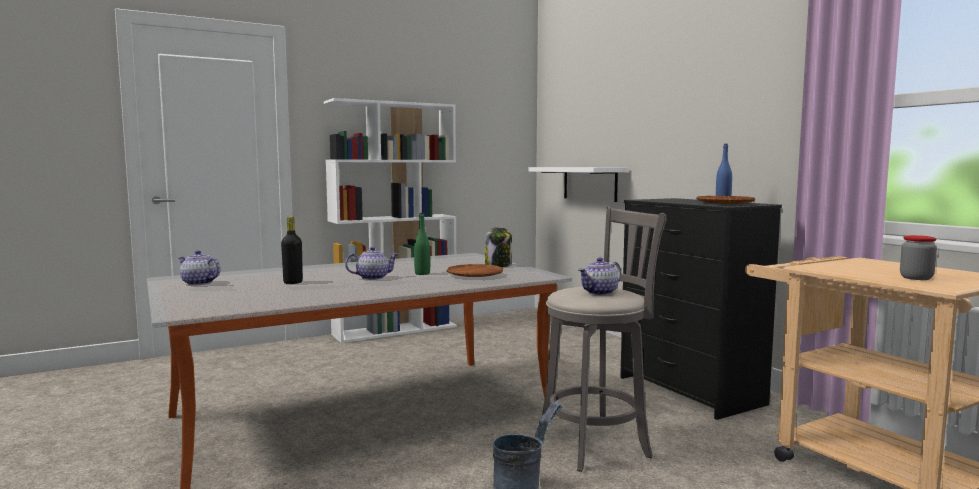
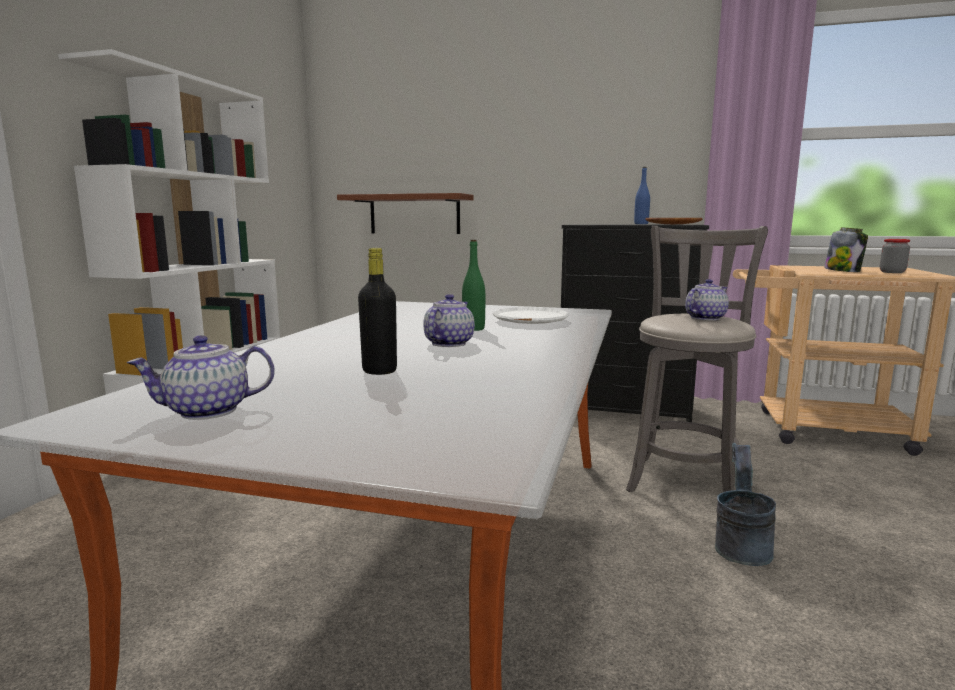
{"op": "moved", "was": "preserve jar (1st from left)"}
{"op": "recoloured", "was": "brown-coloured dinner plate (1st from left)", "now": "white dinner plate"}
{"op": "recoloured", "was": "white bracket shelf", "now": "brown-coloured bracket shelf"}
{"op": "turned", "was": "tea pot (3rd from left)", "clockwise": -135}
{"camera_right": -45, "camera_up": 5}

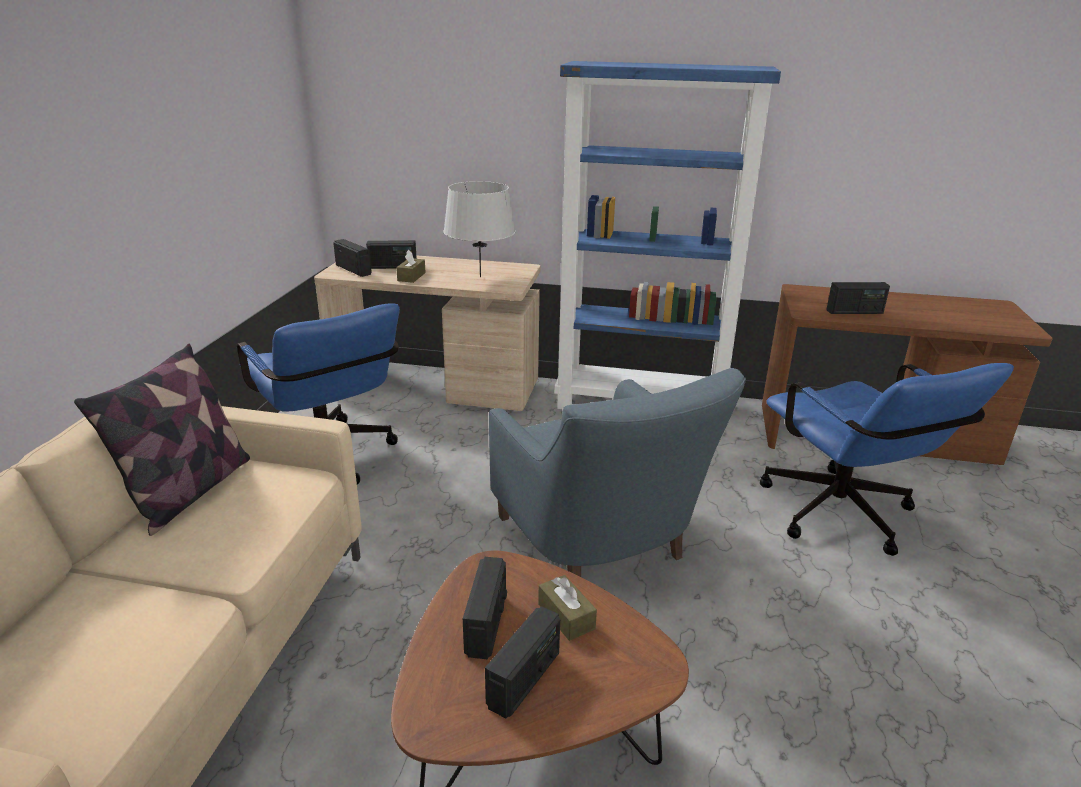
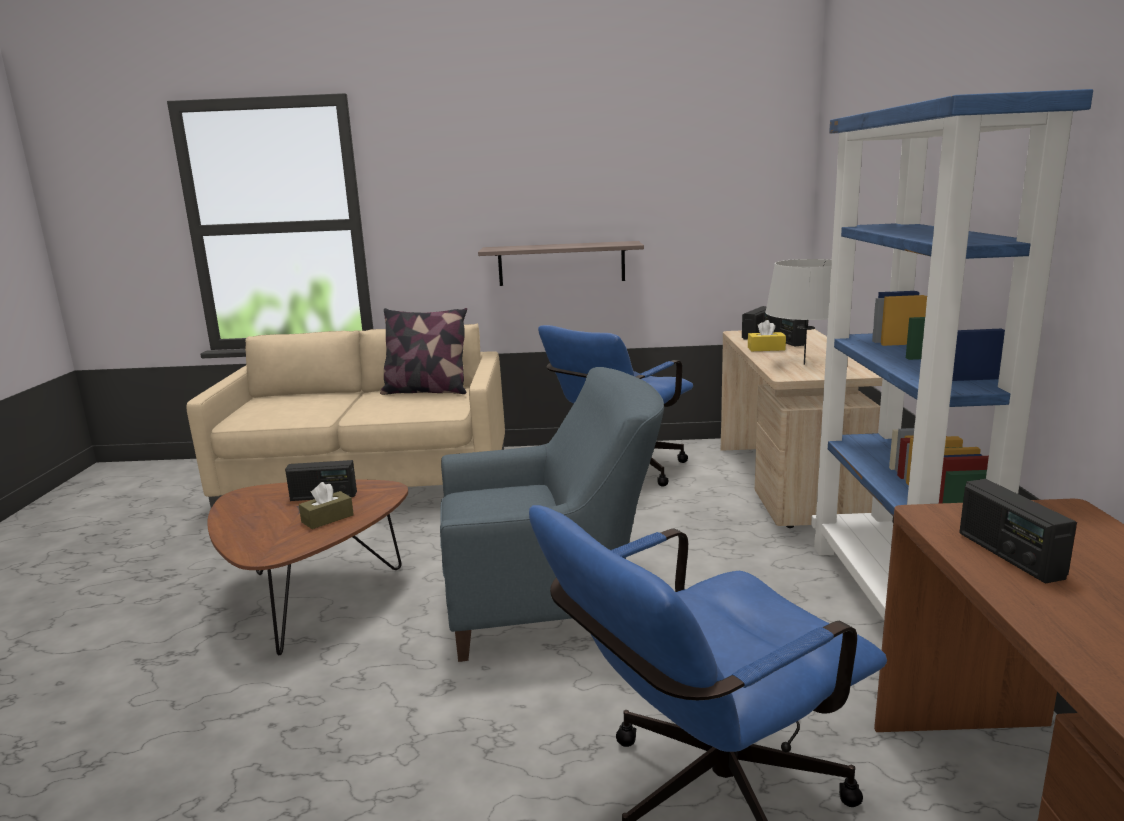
{"op": "removed", "was": "radio receiver (4th from left)"}
{"op": "added", "now": "bracket shelf"}
{"op": "recoloured", "was": "brown-coloured tissue box (1st from left)", "now": "yellowish tissue box"}
{"op": "turned", "was": "bluish lounge chair", "clockwise": -150}
{"camera_right": 80, "camera_up": -10}

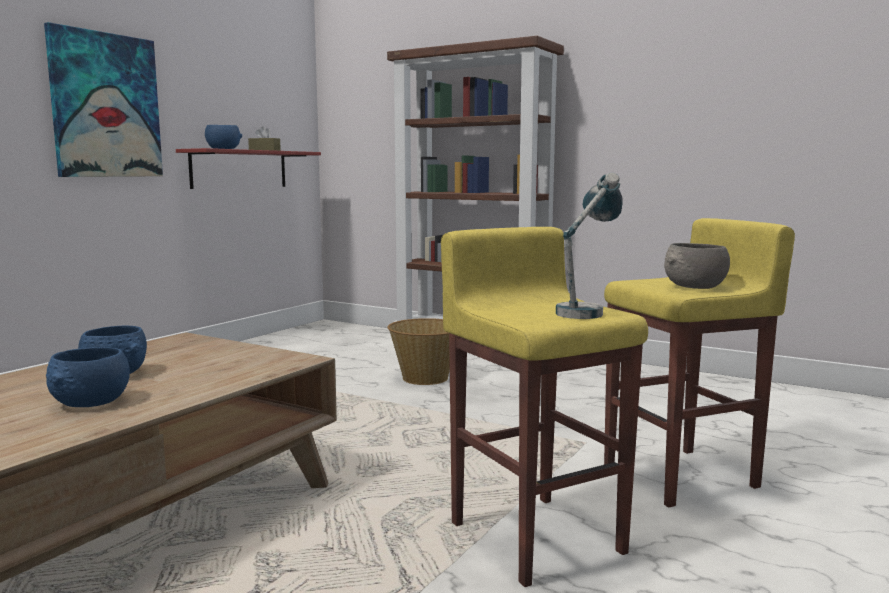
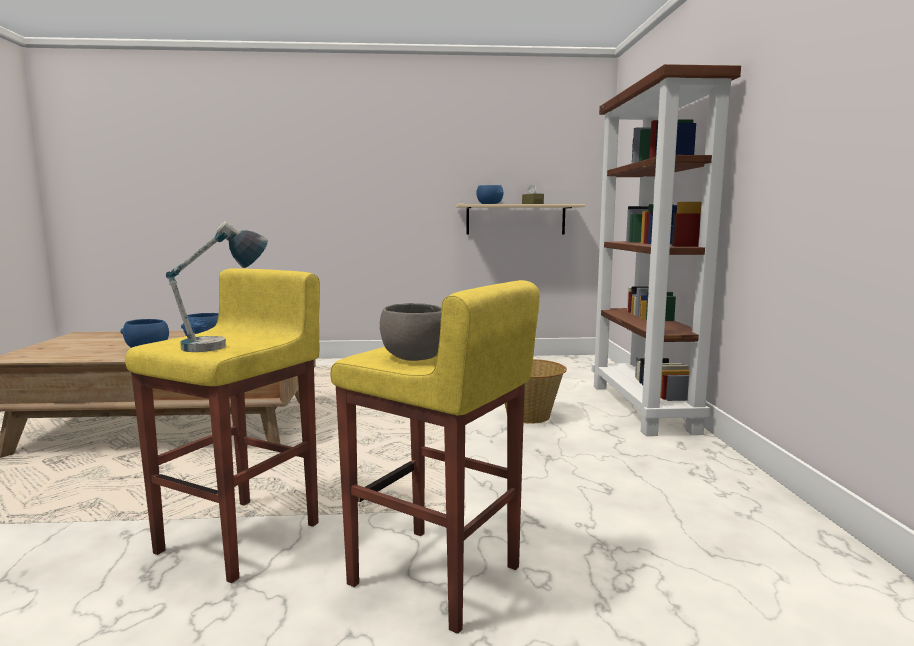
{"op": "removed", "was": "picture"}
{"op": "recoloured", "was": "reddish bracket shelf", "now": "sand-coloured bracket shelf"}
{"camera_right": 55, "camera_up": 0}

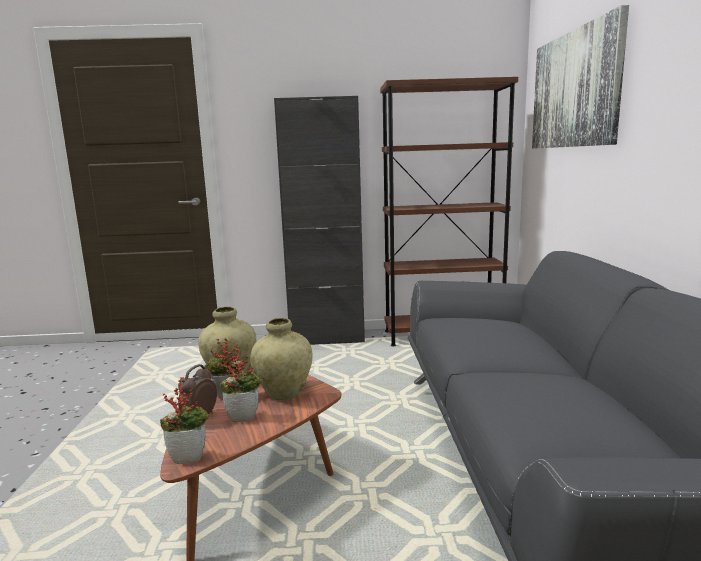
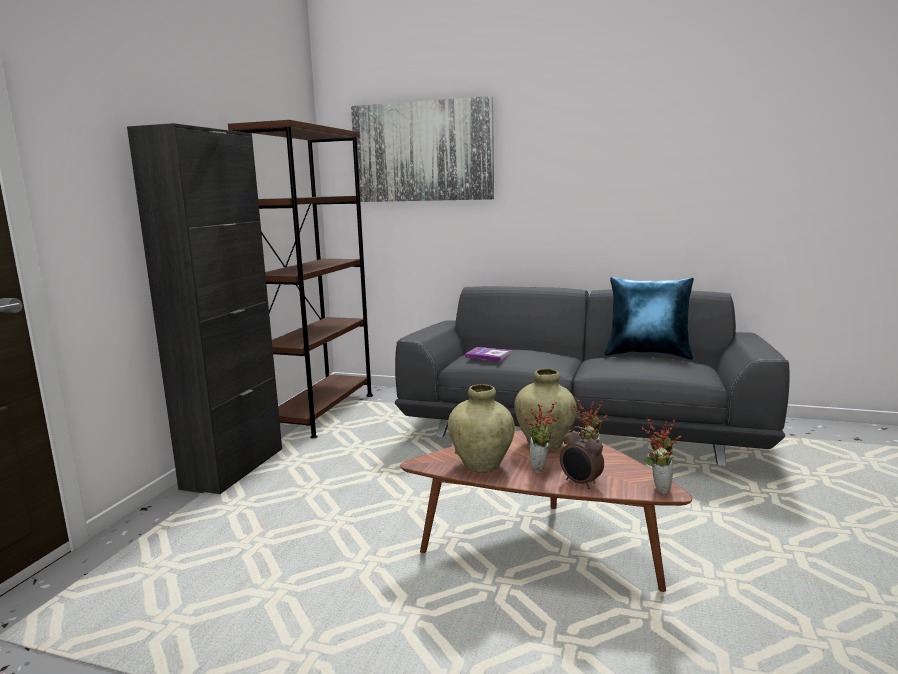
{"op": "added", "now": "bound book"}
{"op": "added", "now": "bluish throw pillow"}
{"camera_right": -70, "camera_up": 0}

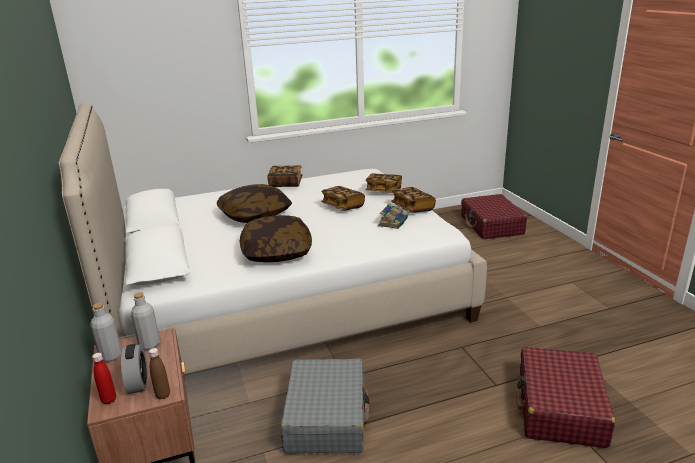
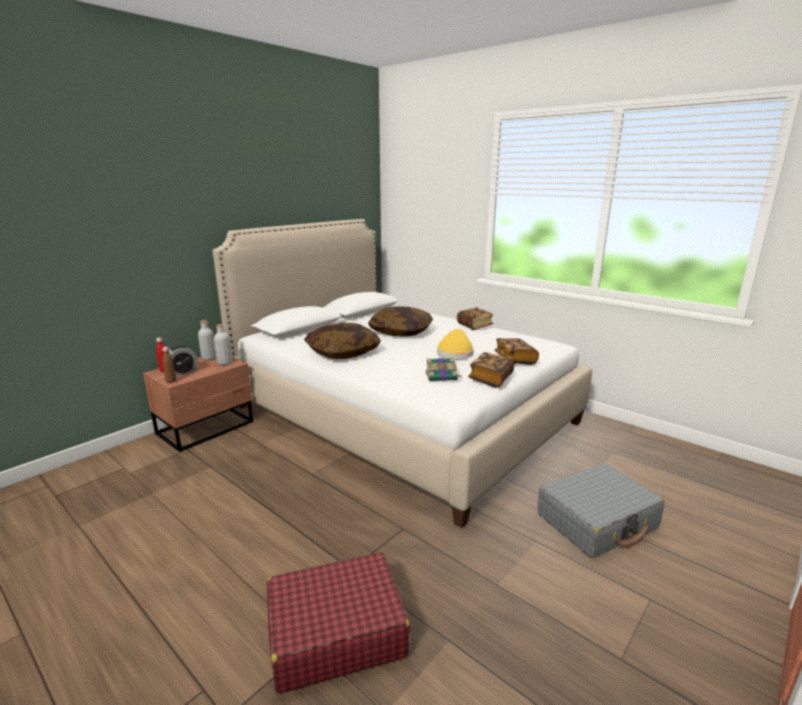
{"op": "removed", "was": "reddish travel case (1st from left)"}
{"op": "moved", "was": "gray travel case"}
{"op": "replaced", "was": "bound book (2nd from left)", "now": "yellowish clothing hat"}
{"camera_right": 60, "camera_up": -5}

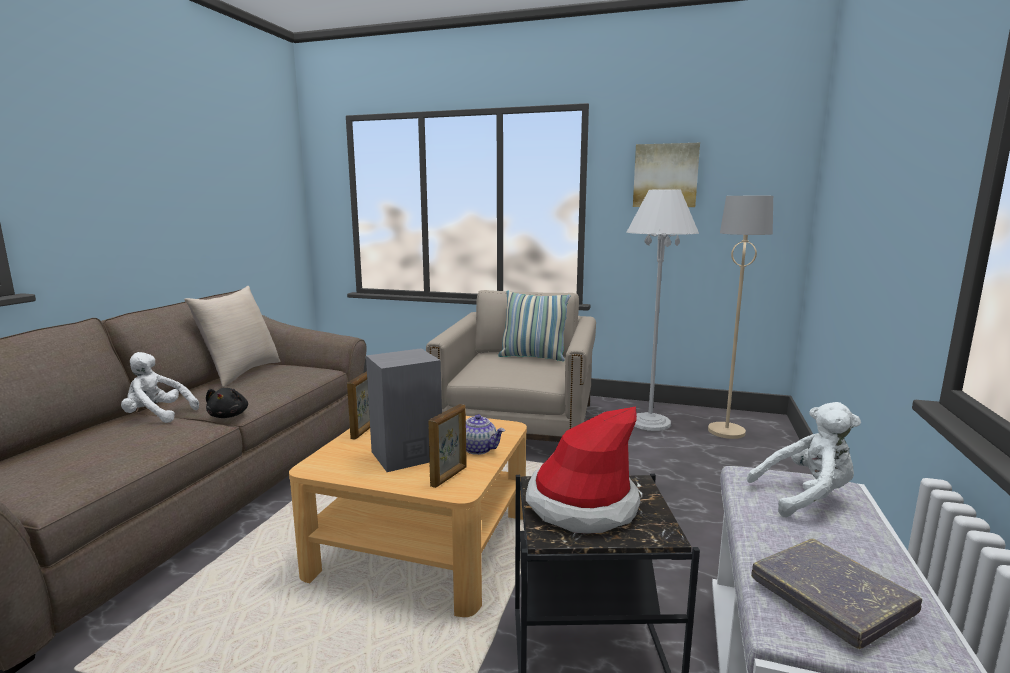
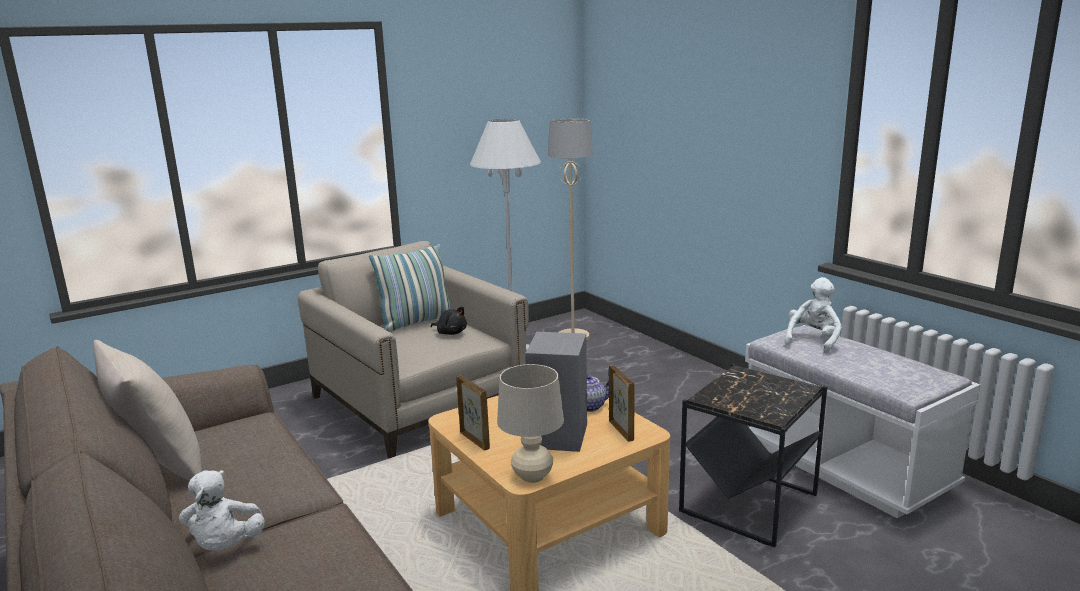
{"op": "removed", "was": "clothing hat"}
{"op": "removed", "was": "picture"}
{"op": "removed", "was": "gray bound book"}
{"op": "added", "now": "sand-coloured table lamp"}
{"op": "moved", "was": "black plush toy"}
{"op": "turned", "was": "white plush toy (1st from left)", "clockwise": -60}
{"camera_right": -50, "camera_up": 5}

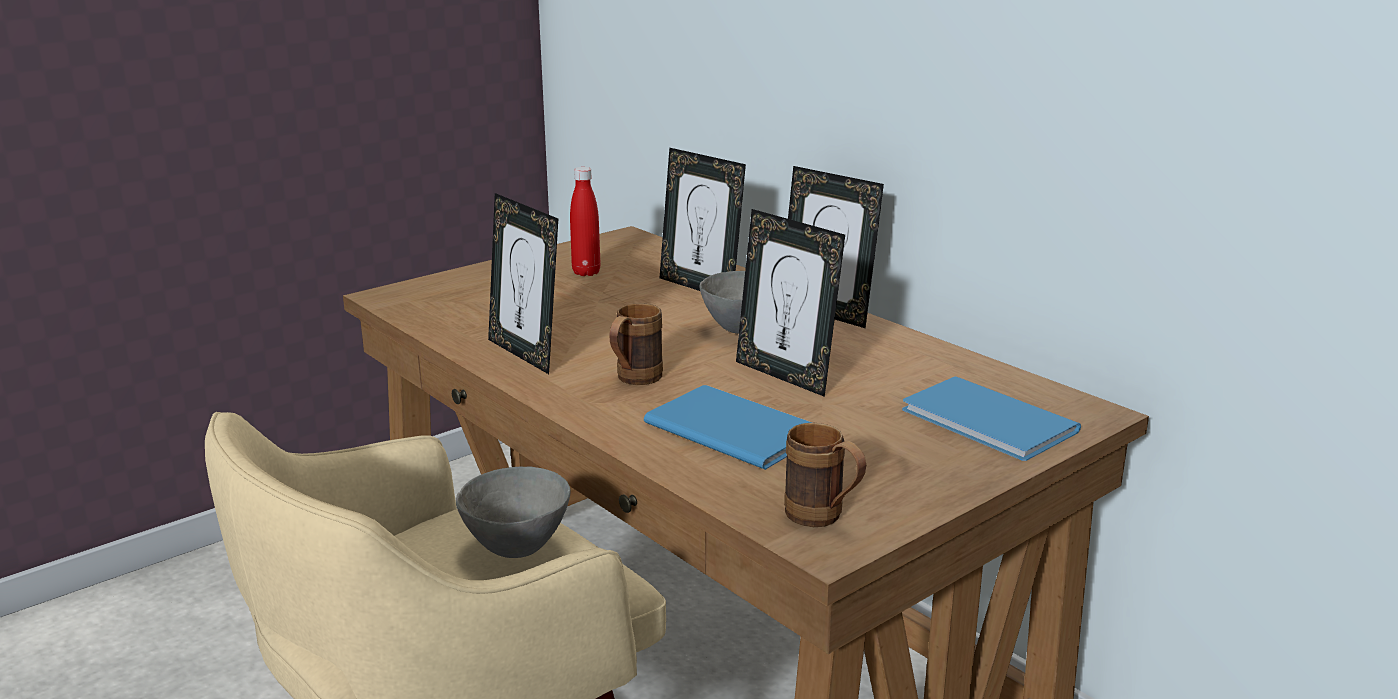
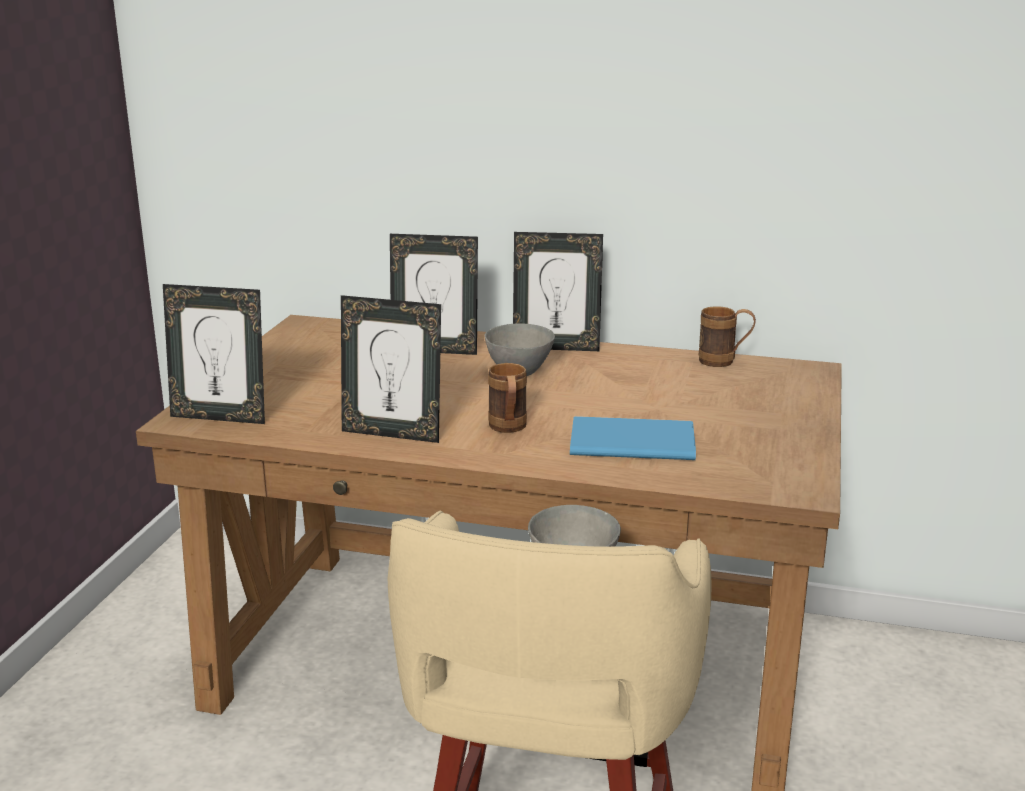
{"op": "removed", "was": "reddish beverage bottle"}
{"op": "removed", "was": "bluish bound book (2nd from left)"}
{"op": "moved", "was": "photo frame (3rd from left in the first image)", "now": "photo frame (1st from left)"}
{"op": "moved", "was": "brown-coloured mug (2nd from left)"}
{"camera_right": -35, "camera_up": 0}

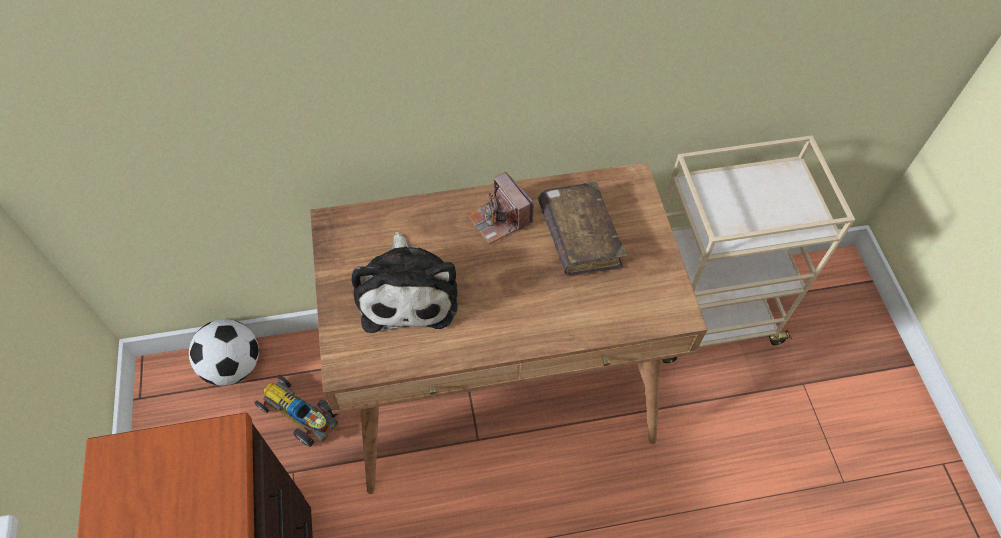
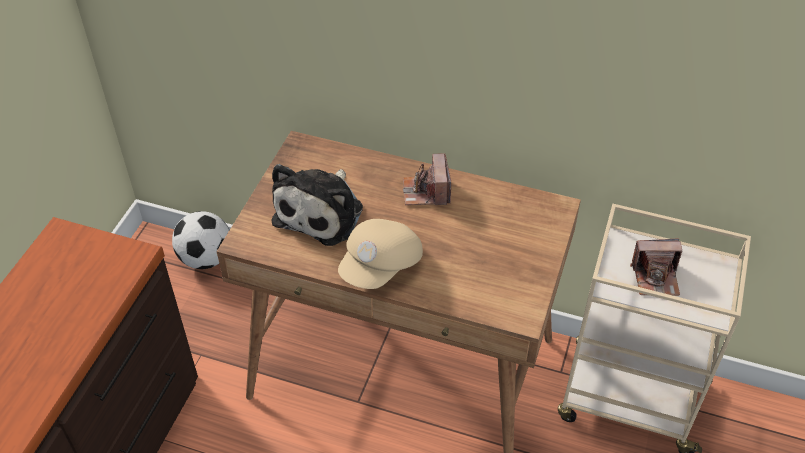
{"op": "removed", "was": "toy car"}
{"op": "removed", "was": "brown-coloured bound book"}
{"op": "added", "now": "sand-coloured cap"}
{"op": "added", "now": "still camera (2nd from left)"}
{"camera_right": 30, "camera_up": -10}

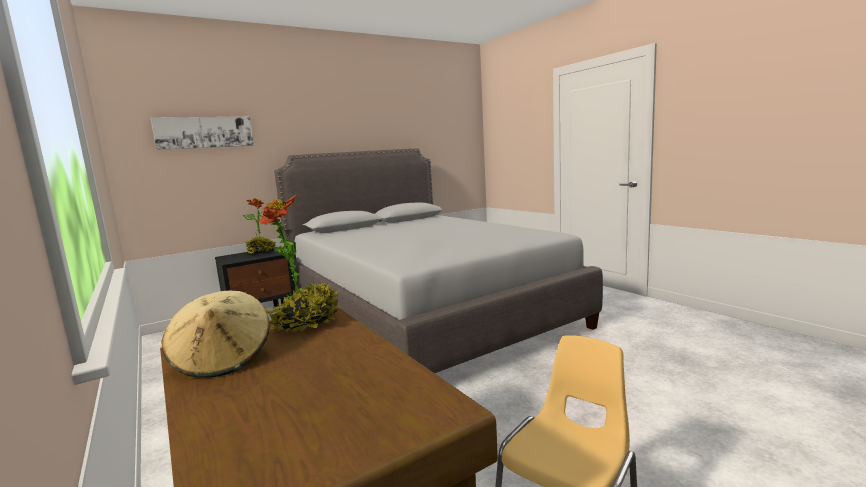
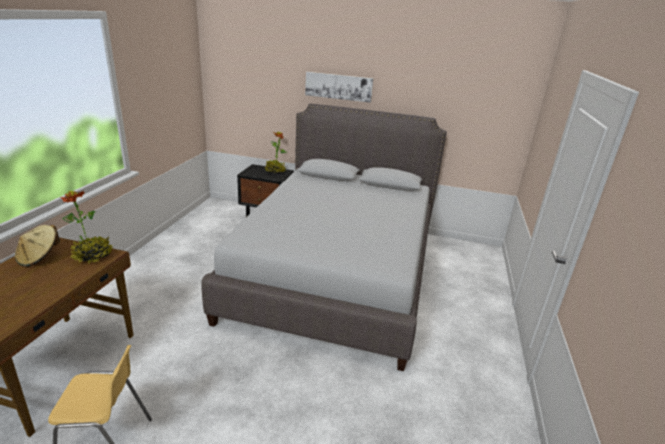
{"op": "moved", "was": "picture"}
{"camera_right": 45, "camera_up": 15}

